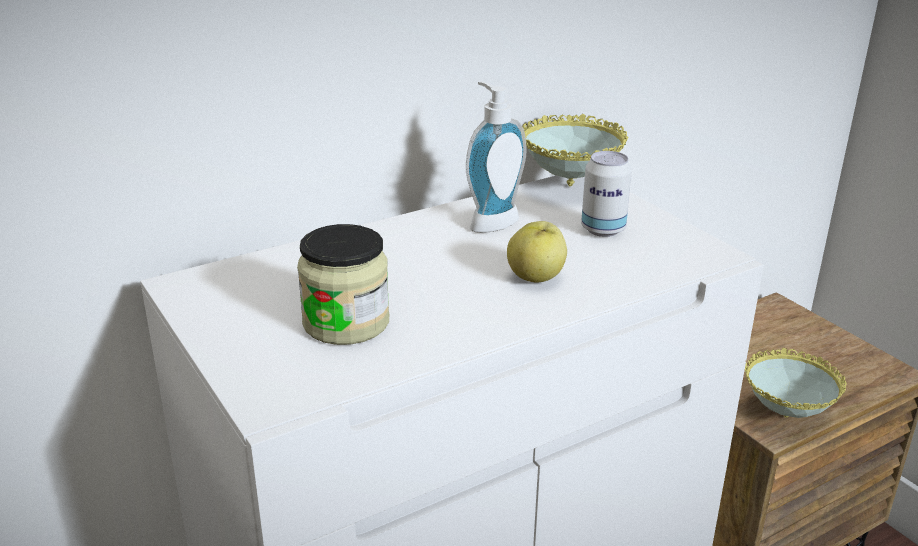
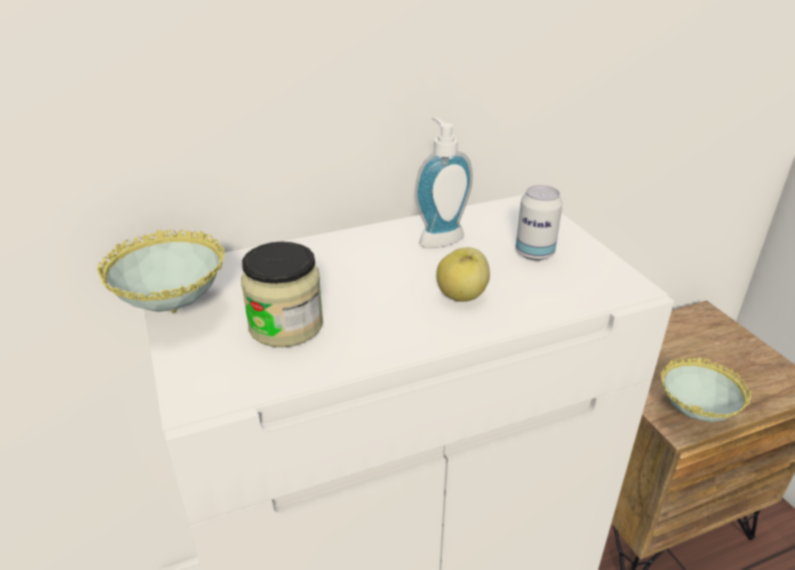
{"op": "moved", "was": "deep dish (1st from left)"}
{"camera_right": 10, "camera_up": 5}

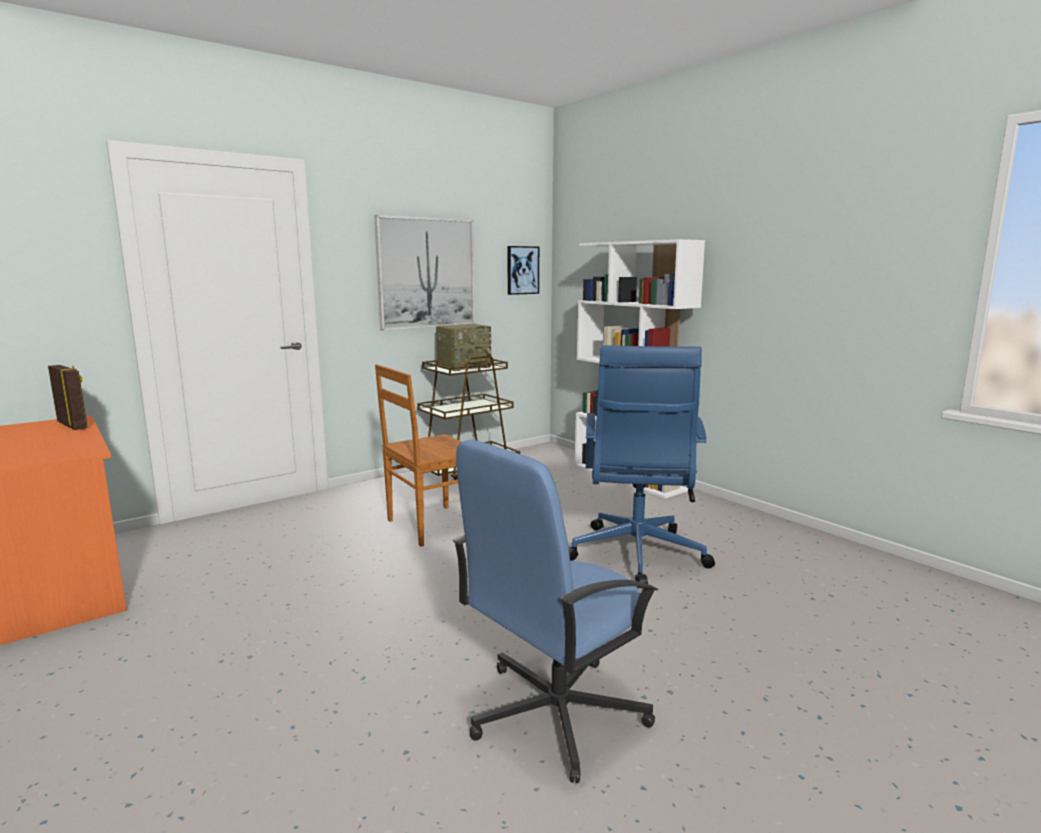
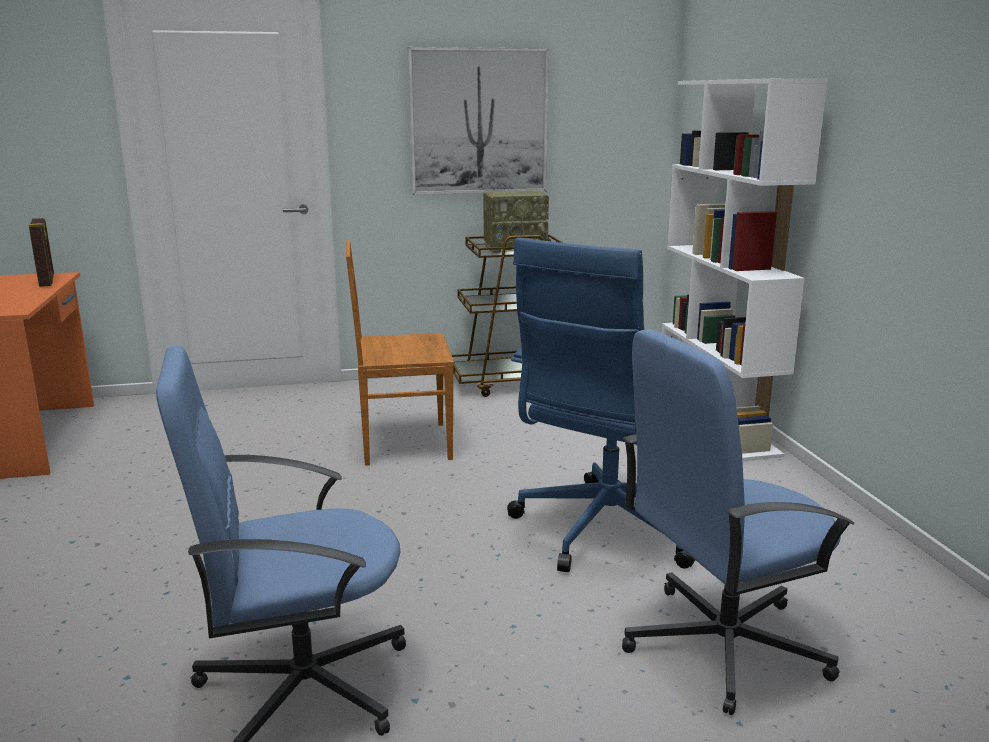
{"op": "removed", "was": "picture (2nd from left)"}
{"op": "added", "now": "bluish computer chair (3rd from left)"}
{"camera_right": 25, "camera_up": 5}

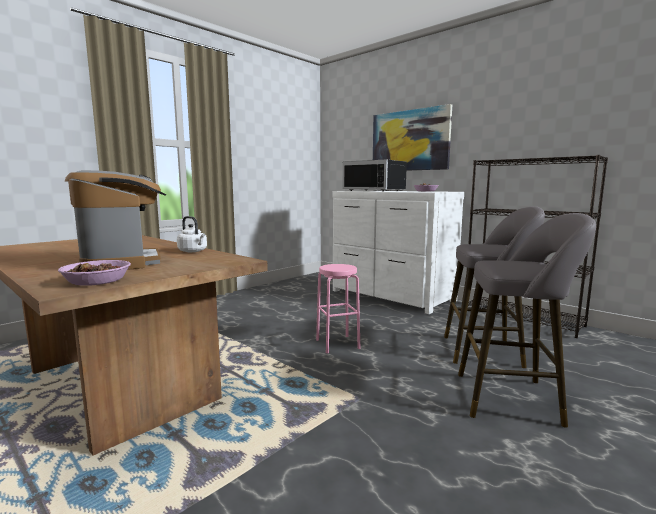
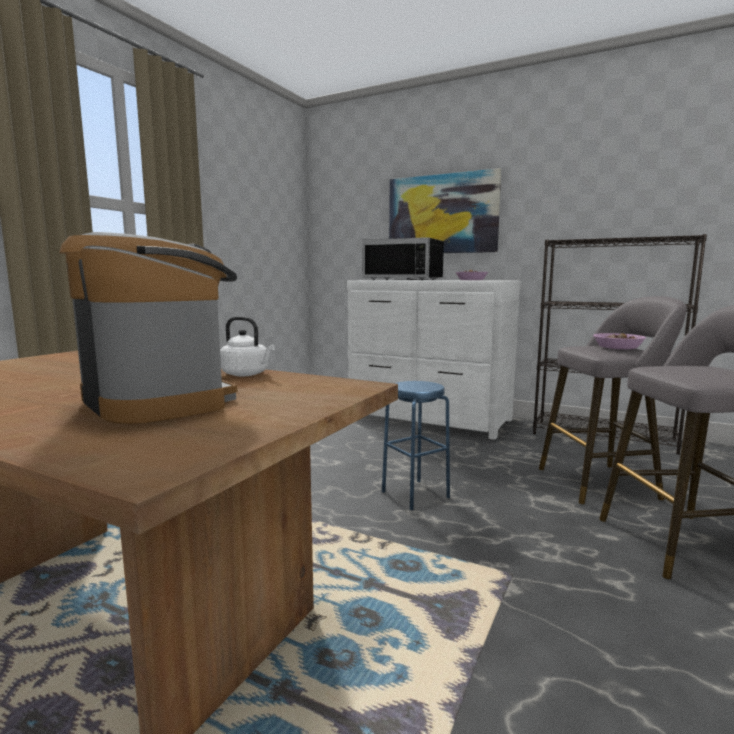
{"op": "moved", "was": "deep dish (1st from left in the first image)", "now": "deep dish (2nd from left)"}
{"op": "recoloured", "was": "pink-coloured stool", "now": "bluish stool"}
{"camera_right": -15, "camera_up": 0}

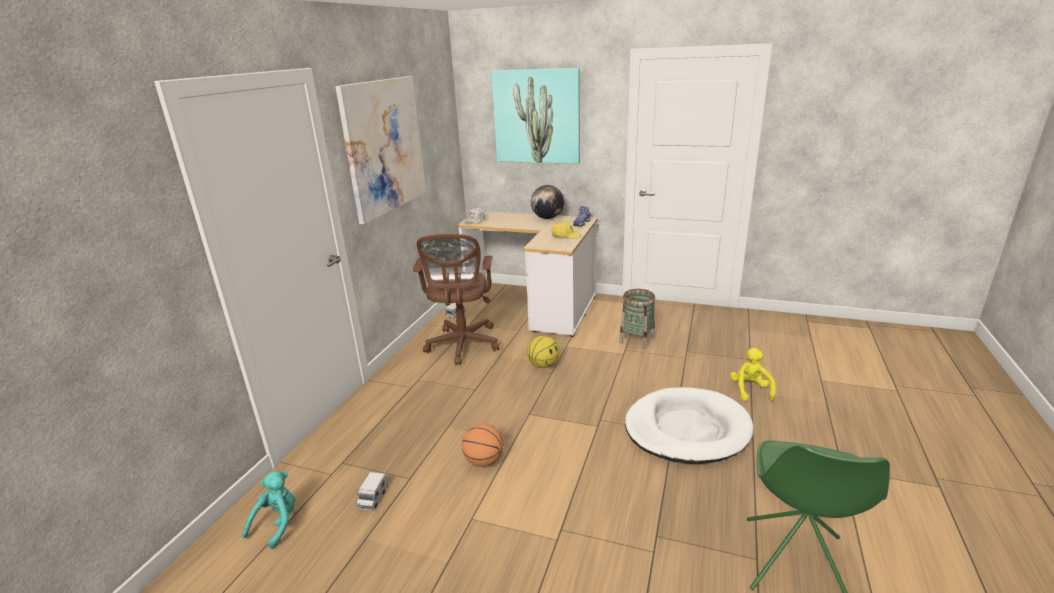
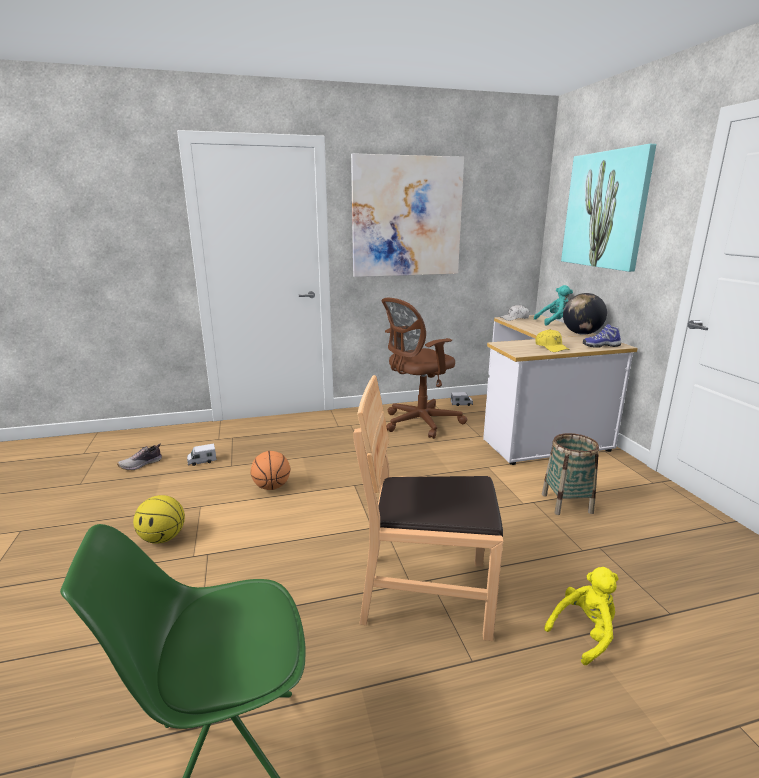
{"op": "added", "now": "item of footwear (1st from left)"}
{"op": "moved", "was": "blue-green plush toy"}
{"op": "moved", "was": "basketball ball (2nd from left in the first image)", "now": "basketball ball (1st from left)"}
{"op": "replaced", "was": "white pet bed", "now": "brown-coloured chair"}
{"camera_right": 55, "camera_up": -5}

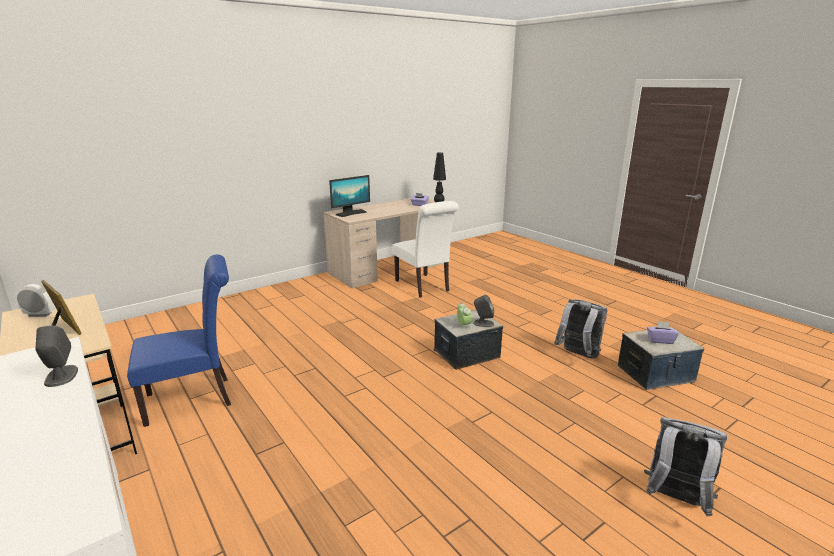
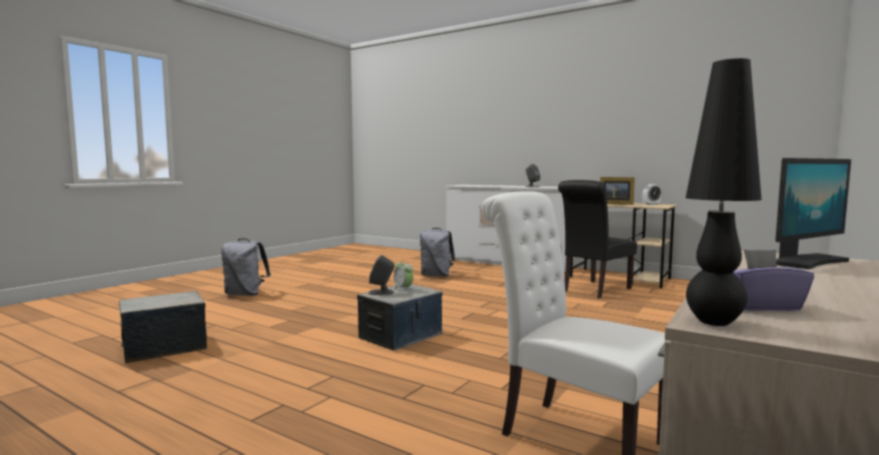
{"op": "removed", "was": "purplish tissue box (2nd from left)"}
{"op": "moved", "was": "gray rucksack (1st from left in the first image)", "now": "gray rucksack (2nd from left)"}
{"op": "recoloured", "was": "bluish chair", "now": "black chair"}
{"op": "turned", "was": "computer screen", "clockwise": -150}
{"camera_right": 160, "camera_up": -15}

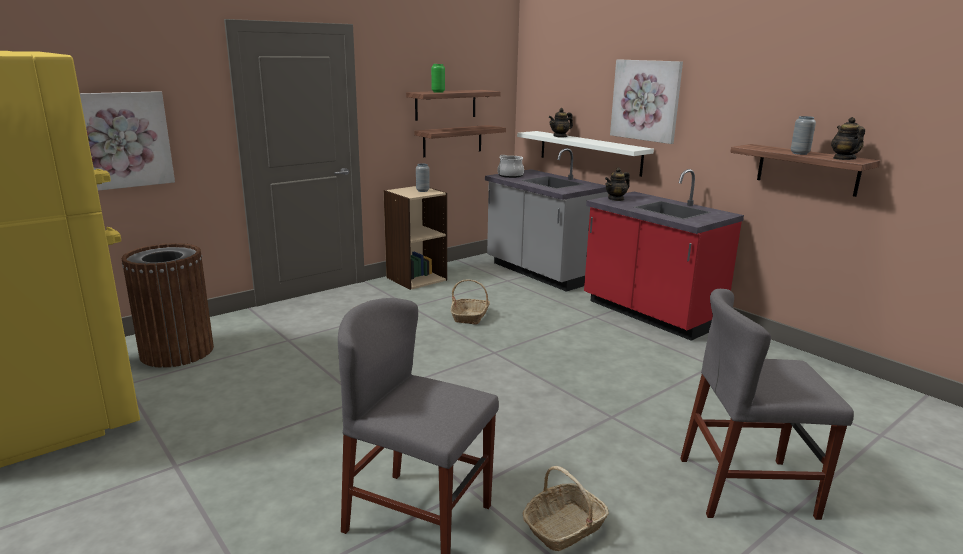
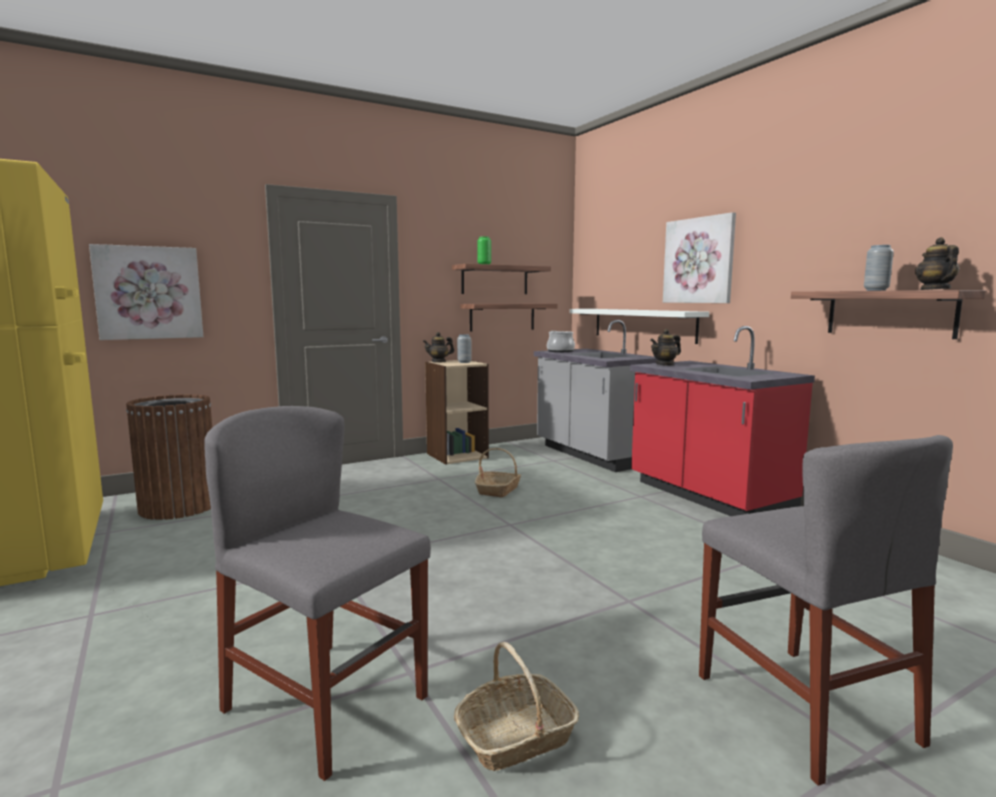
{"op": "moved", "was": "tea pot (1st from left)"}
{"op": "turned", "was": "gray chair (2nd from left)", "clockwise": -120}
{"camera_right": 10, "camera_up": -10}

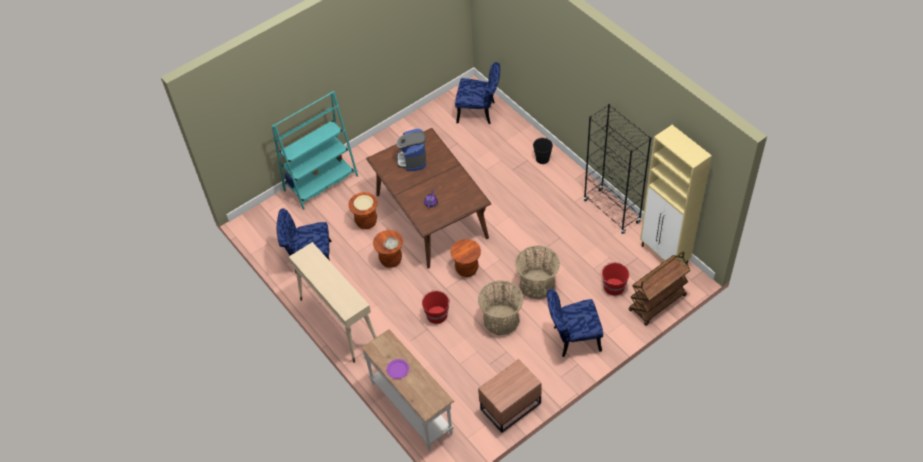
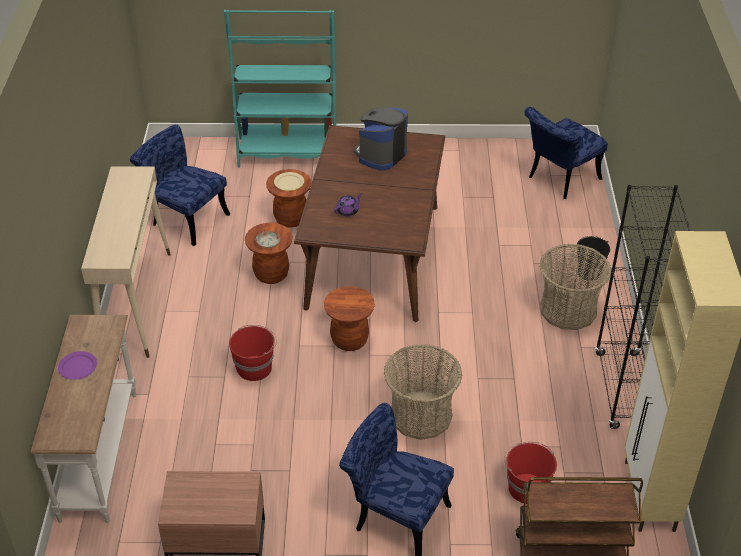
{"op": "moved", "was": "storage basket (1st from left in the first image)", "now": "storage basket (2nd from left)"}
{"op": "turned", "was": "bluish chair (2nd from left in the first image)", "clockwise": 90}
{"camera_right": 35, "camera_up": -10}

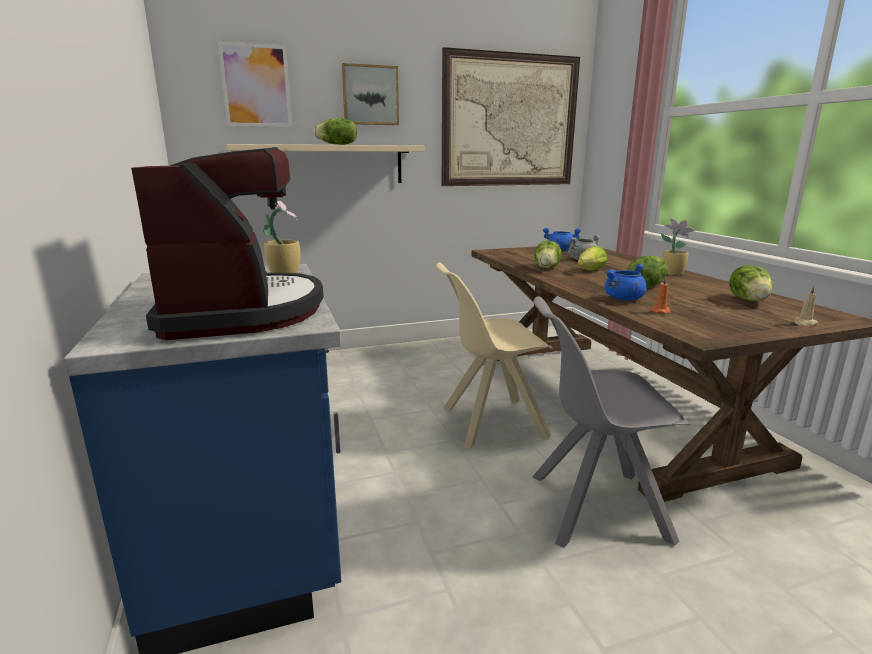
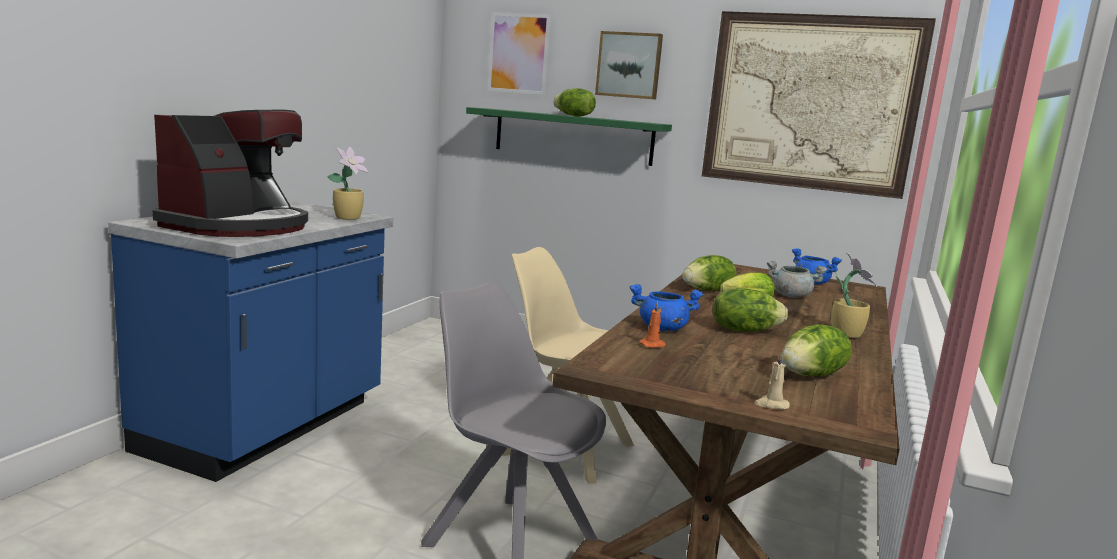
{"op": "recoloured", "was": "sand-coloured bracket shelf", "now": "green-coloured bracket shelf"}
{"camera_right": 40, "camera_up": -5}

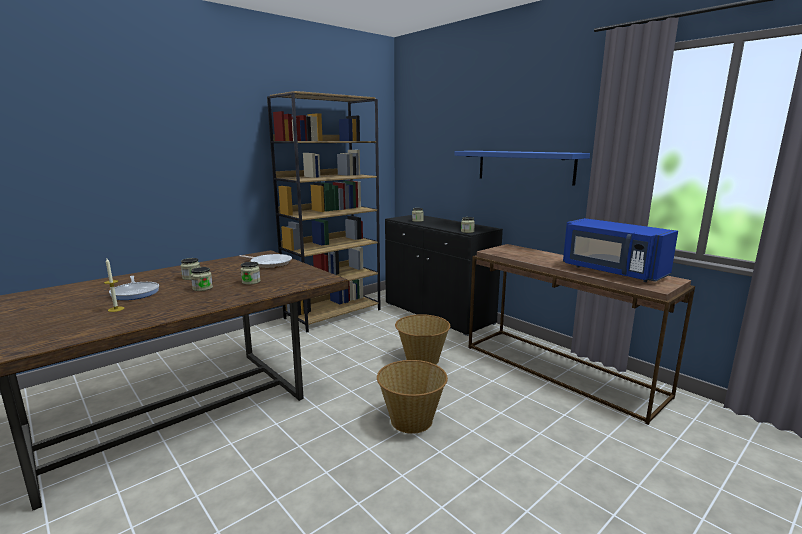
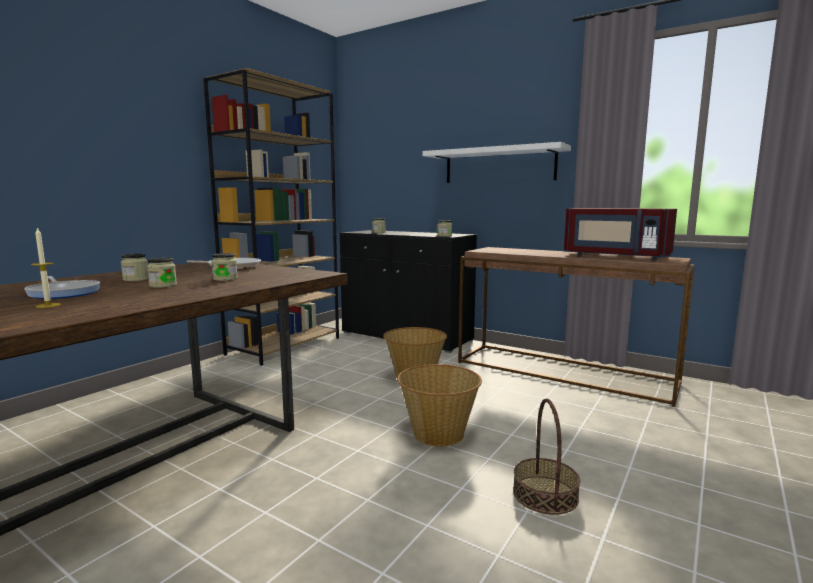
{"op": "added", "now": "storage basket (3rd from left)"}
{"op": "recoloured", "was": "bluish bracket shelf", "now": "white bracket shelf"}
{"op": "recoloured", "was": "bluish microwave oven", "now": "reddish microwave oven"}
{"camera_right": -15, "camera_up": -5}

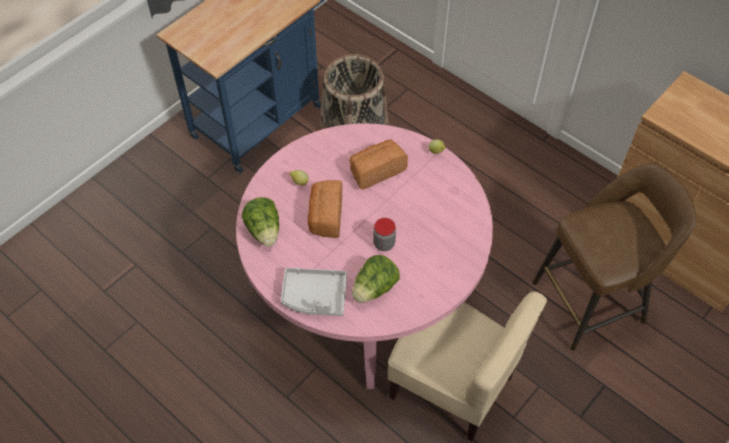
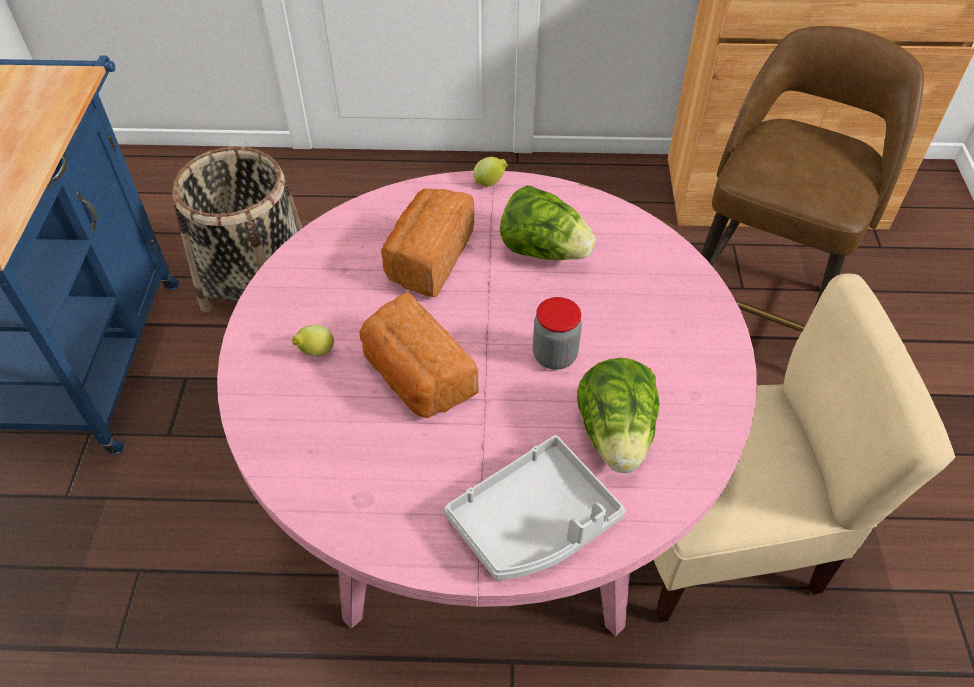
{"op": "moved", "was": "lettuce (1st from left)"}
{"camera_right": -40, "camera_up": -5}

